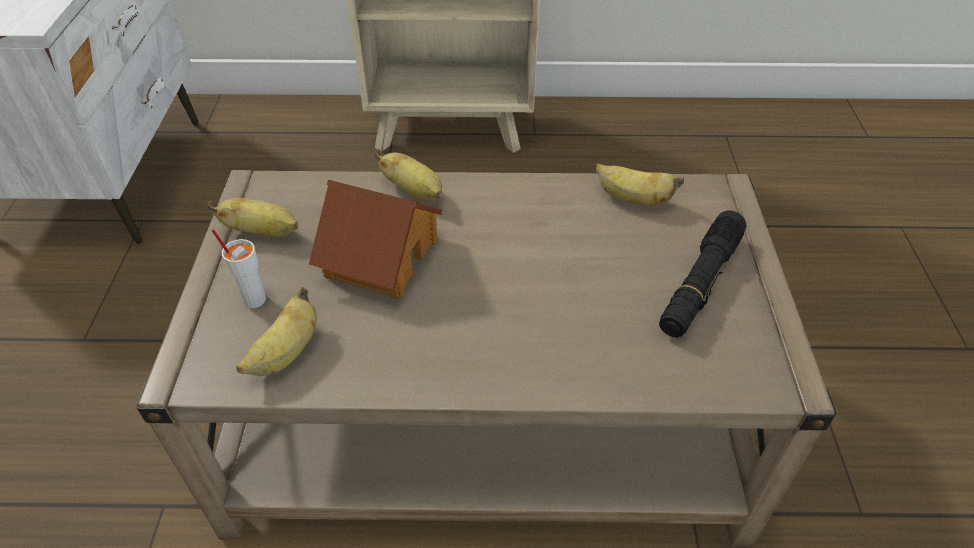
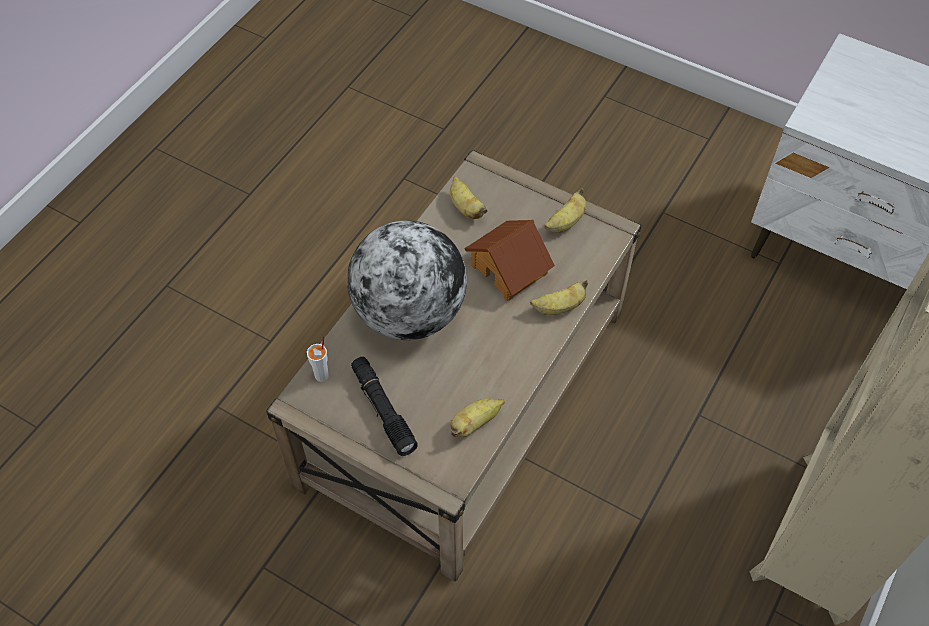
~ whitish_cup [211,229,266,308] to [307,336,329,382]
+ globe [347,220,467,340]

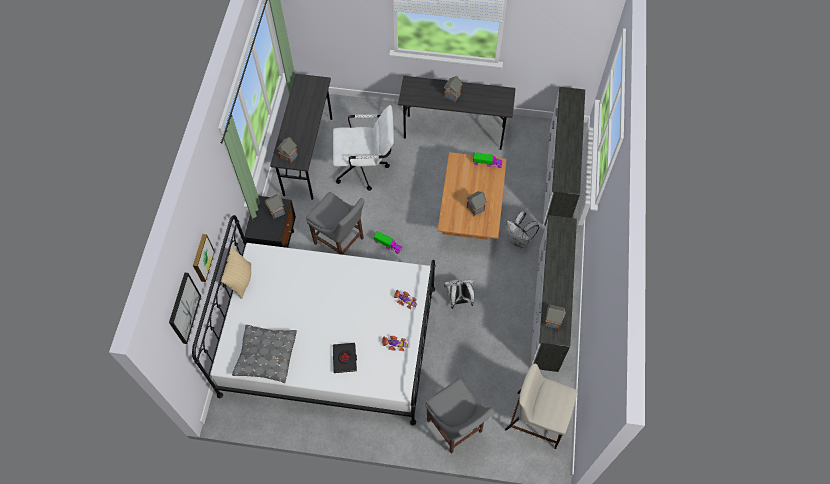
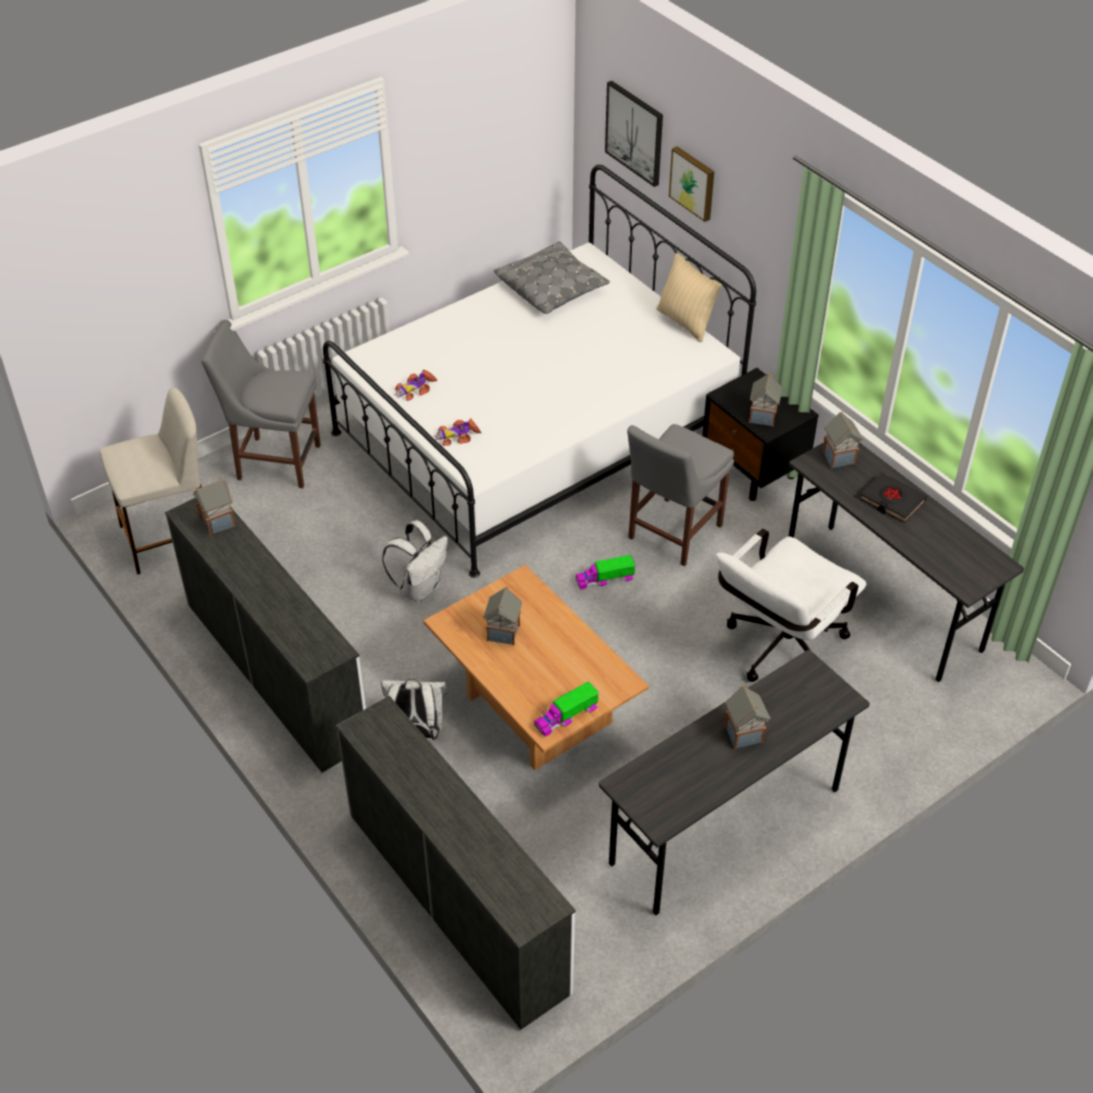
~ grey_chair [306,192,365,255] = [627,424,734,566] 45 degrees counterclockwise
~ black_volume [333,343,357,373] to [860,472,927,523]

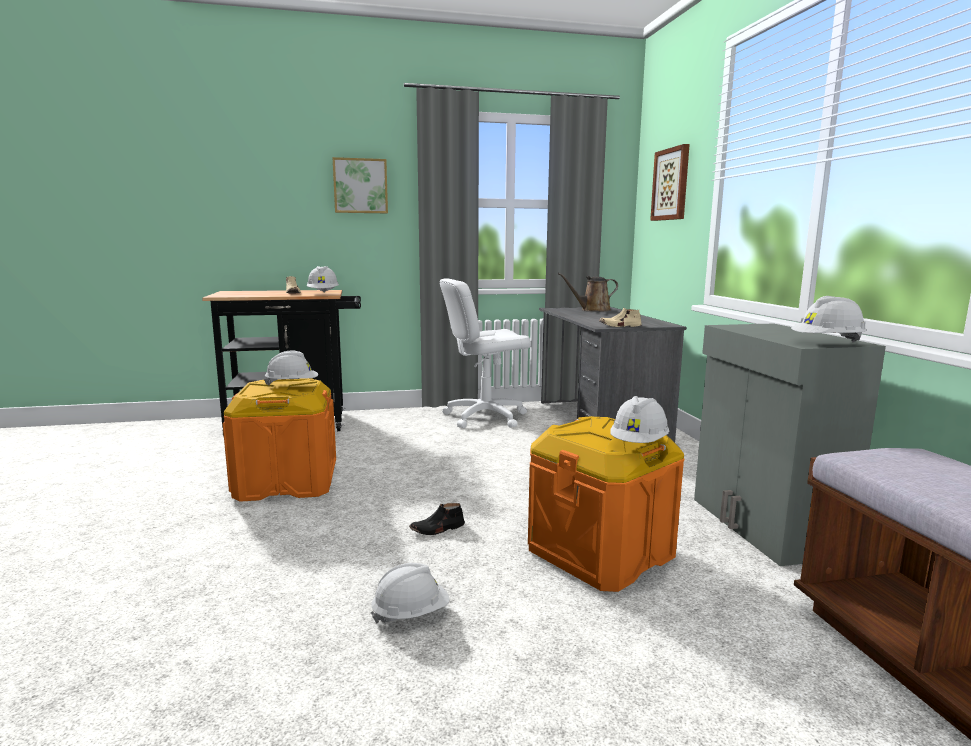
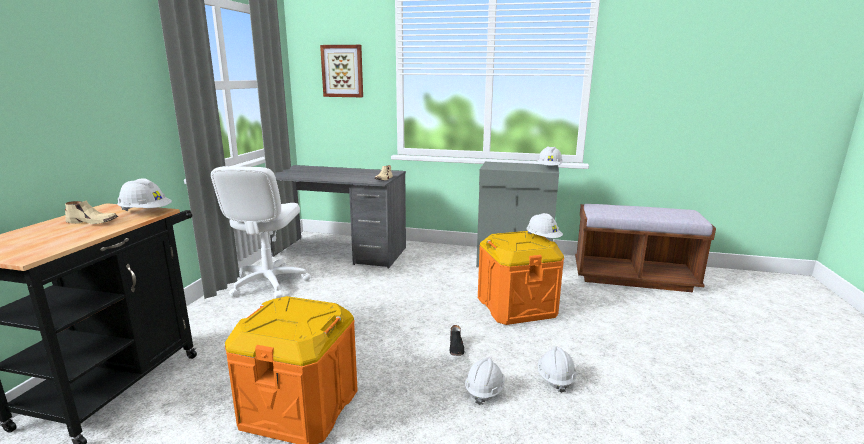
- wall_art [332,157,388,213]
- brownish_watering_can [558,273,618,311]
~ whitish_work_helmet [264,350,318,386] to [465,357,505,405]

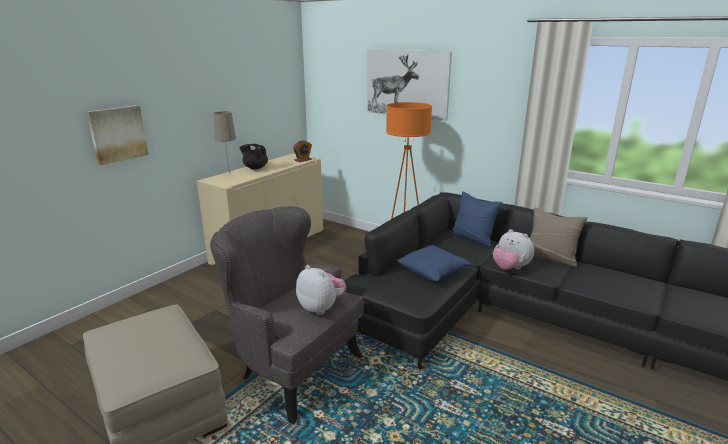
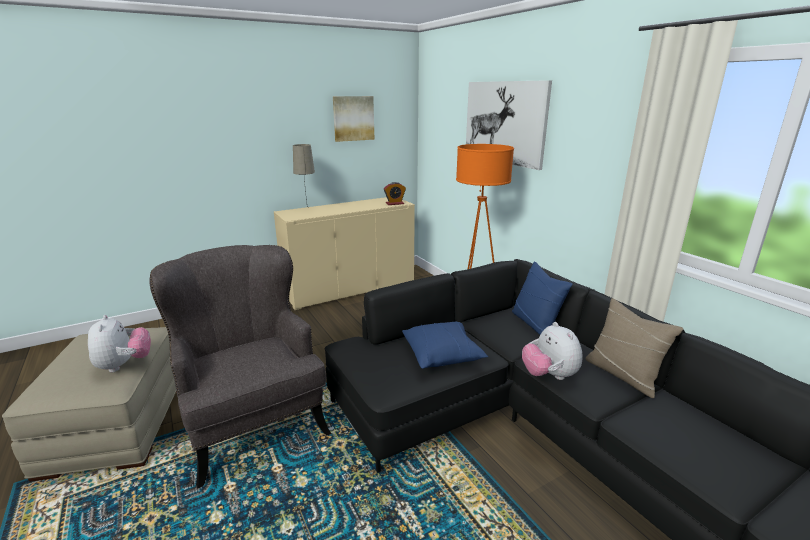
~ wall_art [86,105,149,165] to [333,96,375,142]
- black_tea_pot [239,144,268,169]
~ plush_toy [296,265,346,315] to [88,315,151,372]

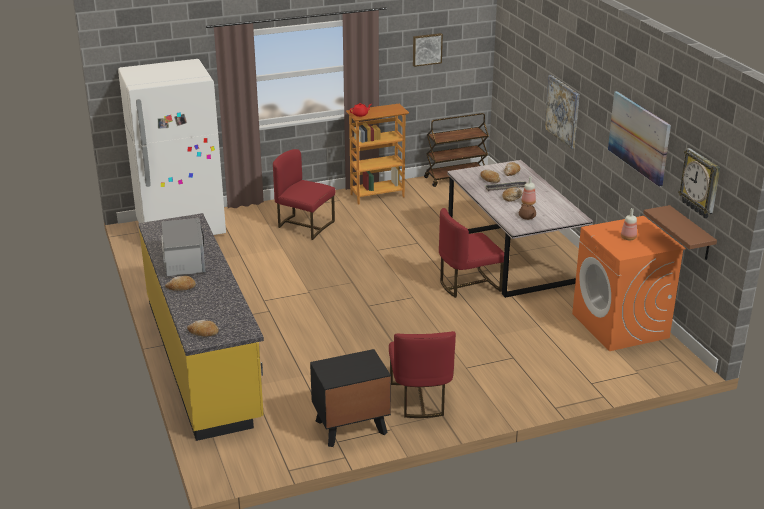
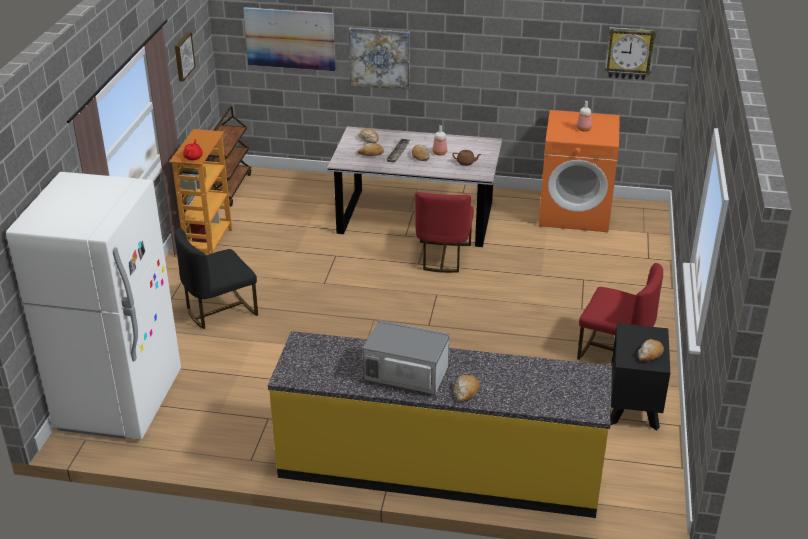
~ wall_art [608,91,671,187] to [243,7,335,71]
~ red_chair [273,149,336,240] to black_chair [174,228,258,329]
- brownish_bracket_shelf [643,205,717,260]
~ bread [187,320,219,337] to [638,339,664,361]

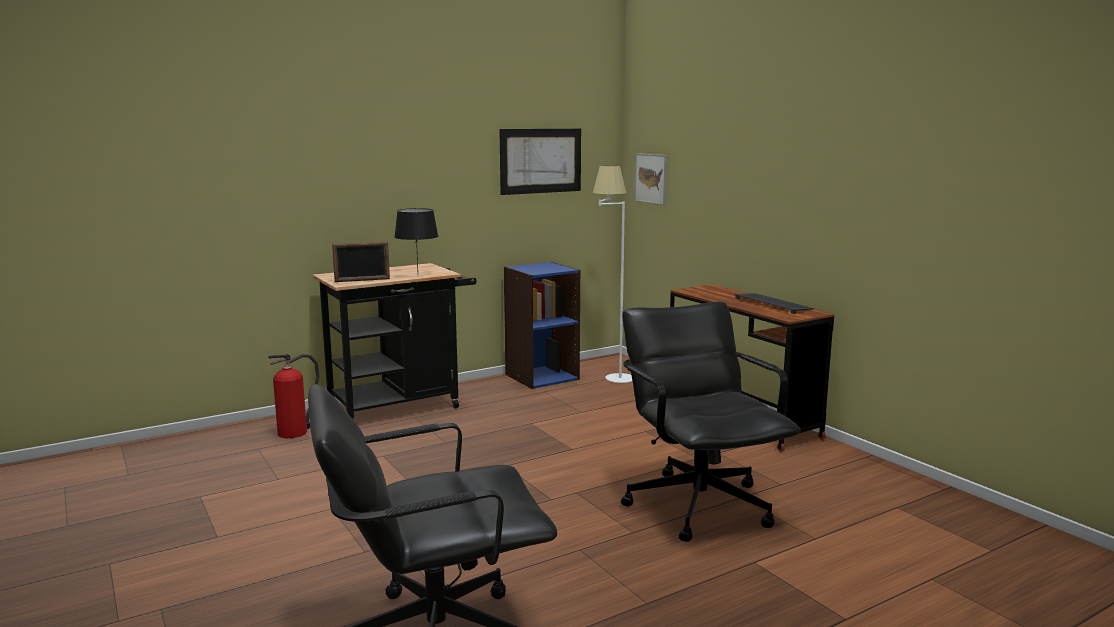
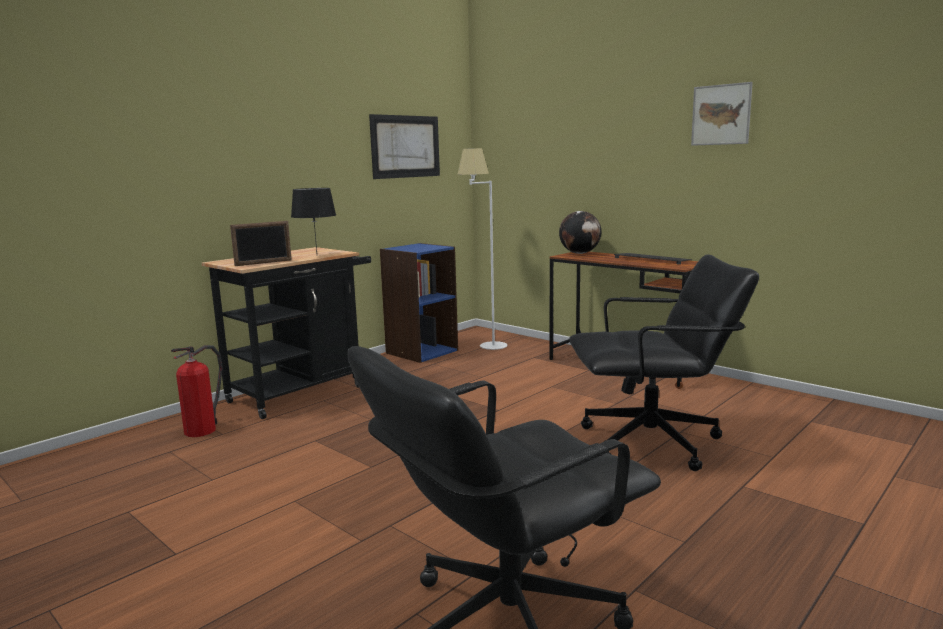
~ wall_art [634,153,667,205] to [691,82,753,146]
~ black_office_chair [621,302,801,542] = [569,254,759,471] 120 degrees clockwise
+ globe [559,211,601,254]

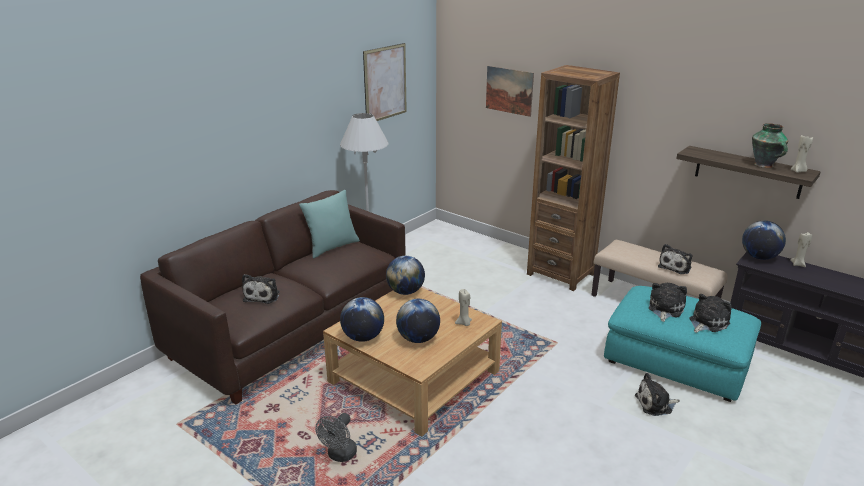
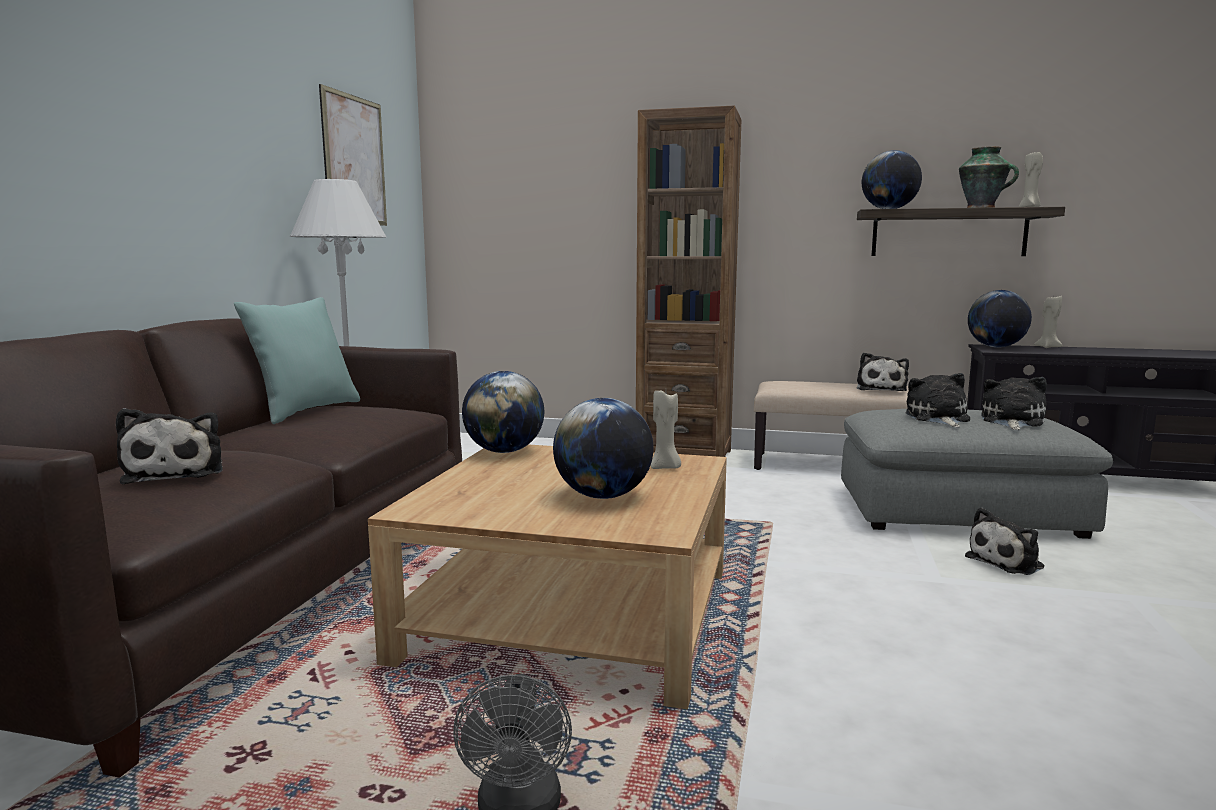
- wall_art [486,66,534,117]
~ turquoise_pouffe [604,286,761,402] to grey_pouffe [841,409,1113,539]
~ globe [340,297,384,342] to [862,150,922,209]

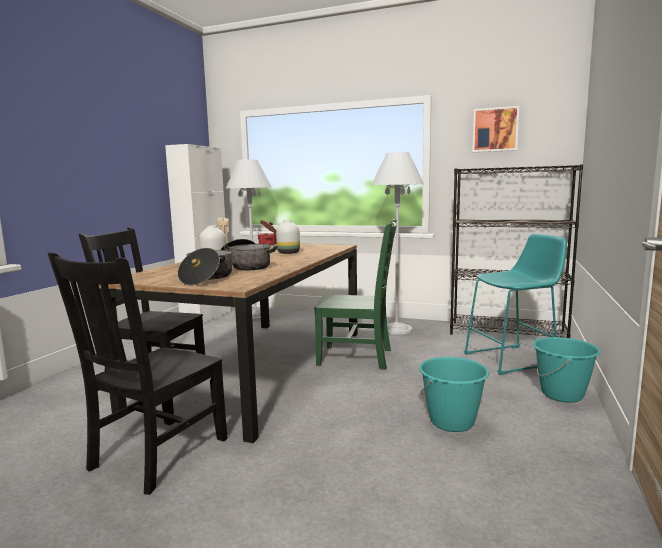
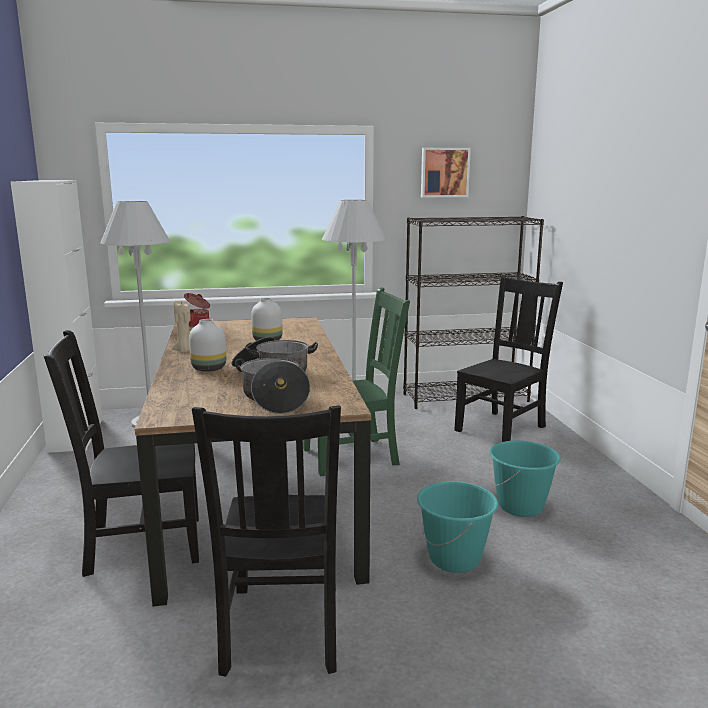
~ turquoise_stool_seat [464,234,567,375] to black_chair [454,275,563,442]
~ turquoise_pail [533,337,601,403] to [417,481,498,573]

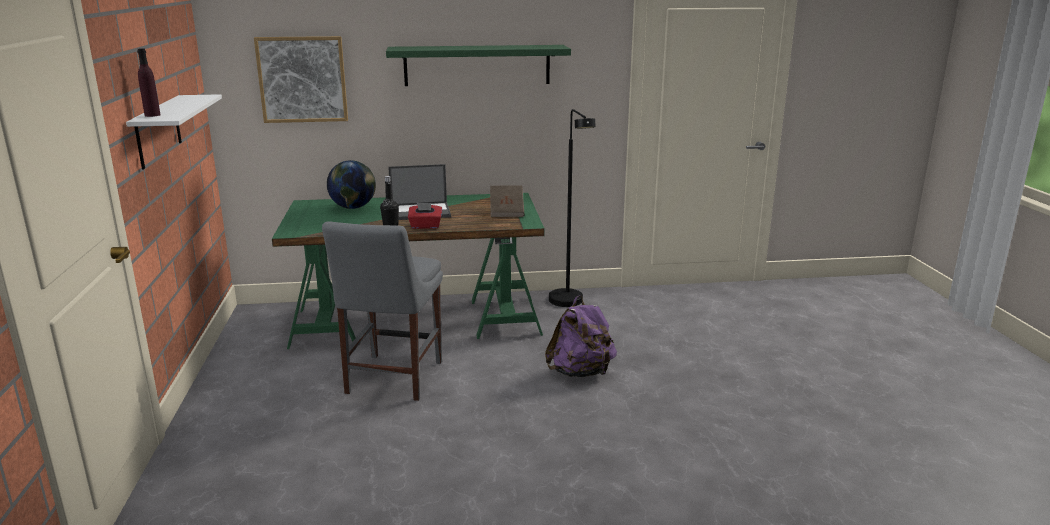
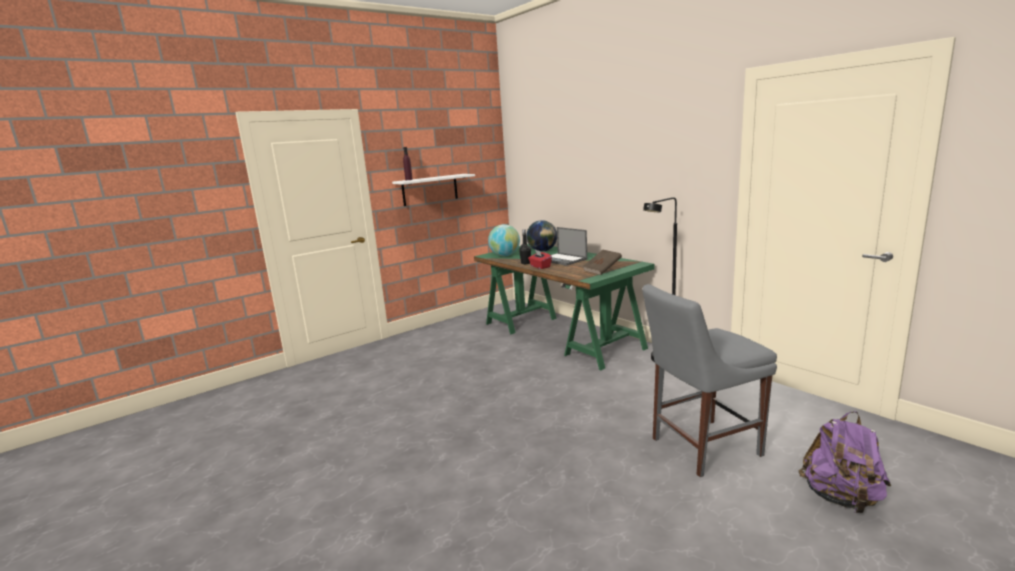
- wall_art [254,36,348,123]
- green-coloured_bracket_shelf [386,45,571,86]
~ grey_chair [322,221,443,401] to [642,284,777,477]
~ purplish_backpack [545,295,617,377] to [798,411,891,513]
+ globe [488,224,520,256]

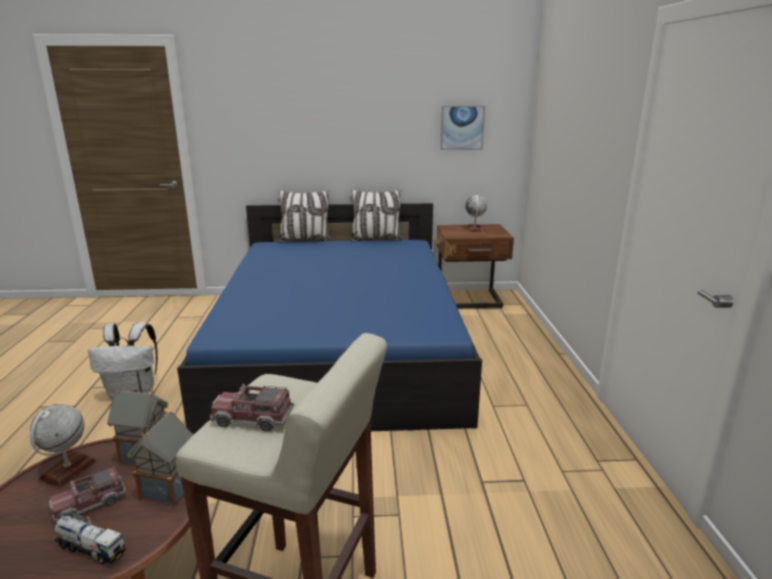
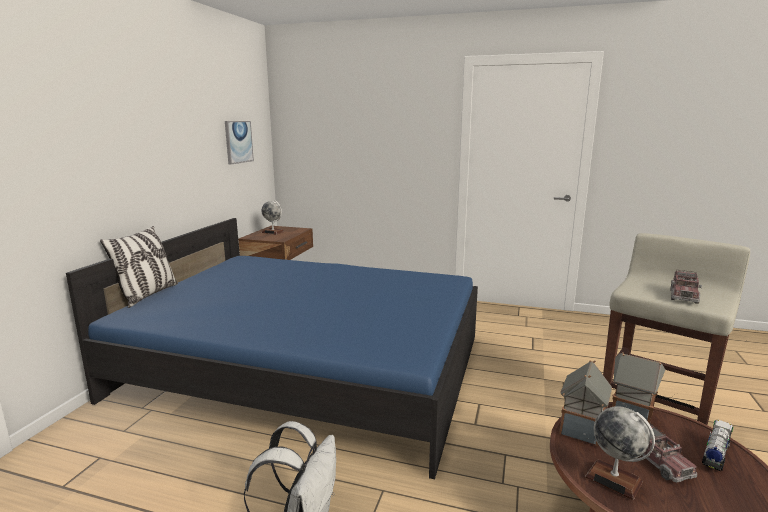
- throw_pillow [351,189,402,241]

